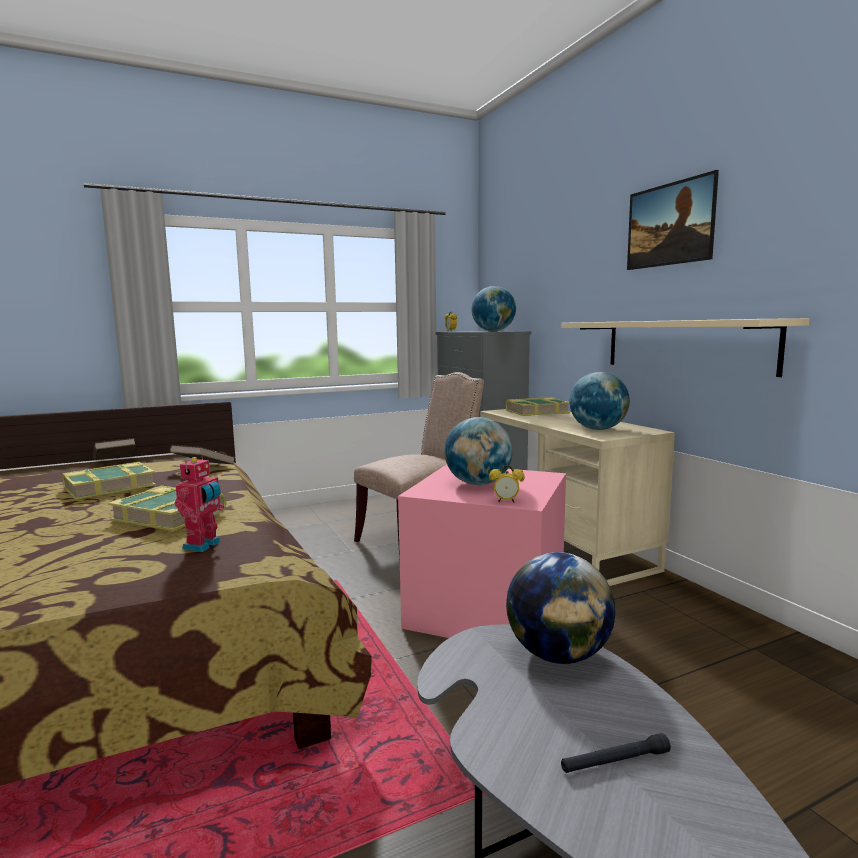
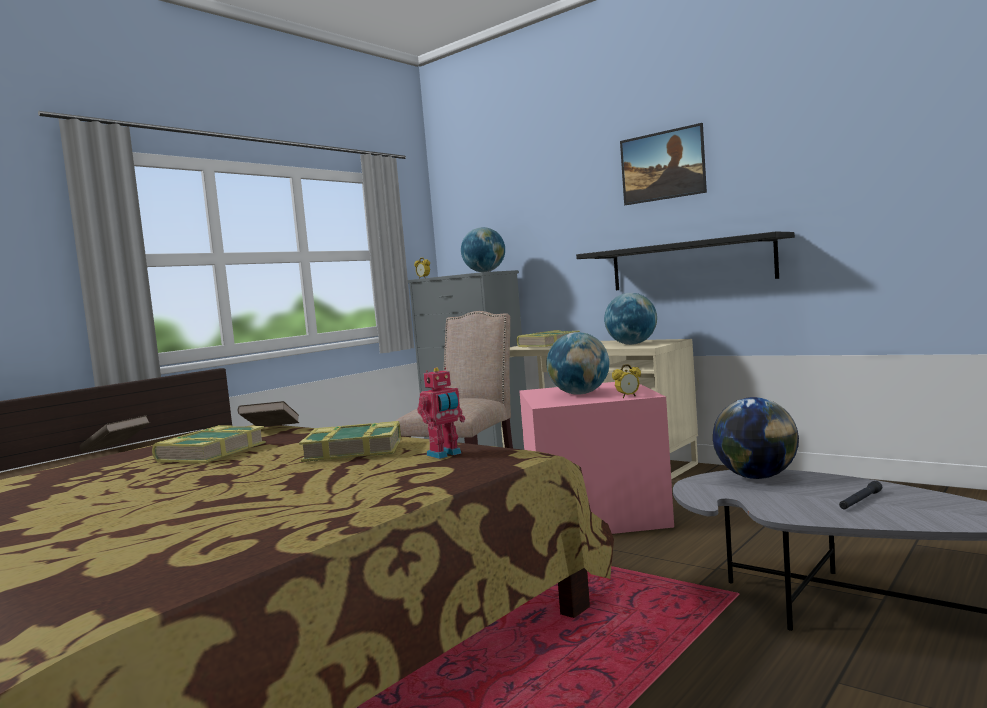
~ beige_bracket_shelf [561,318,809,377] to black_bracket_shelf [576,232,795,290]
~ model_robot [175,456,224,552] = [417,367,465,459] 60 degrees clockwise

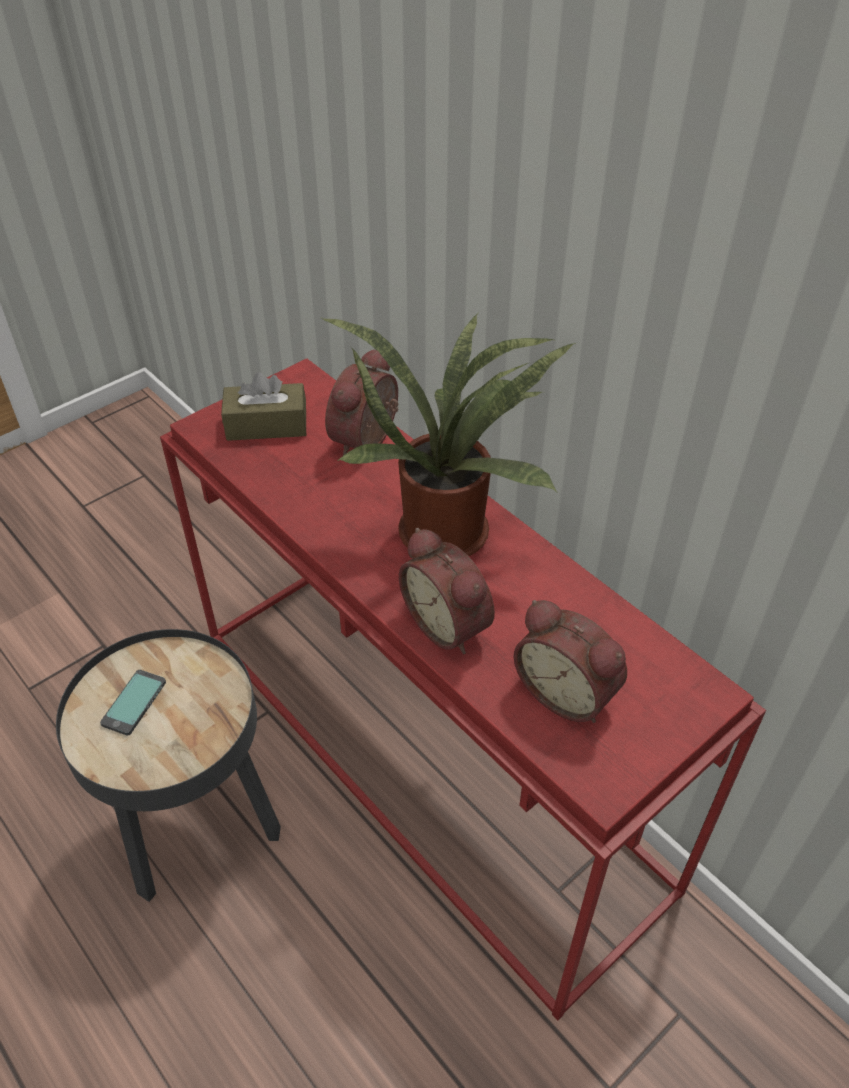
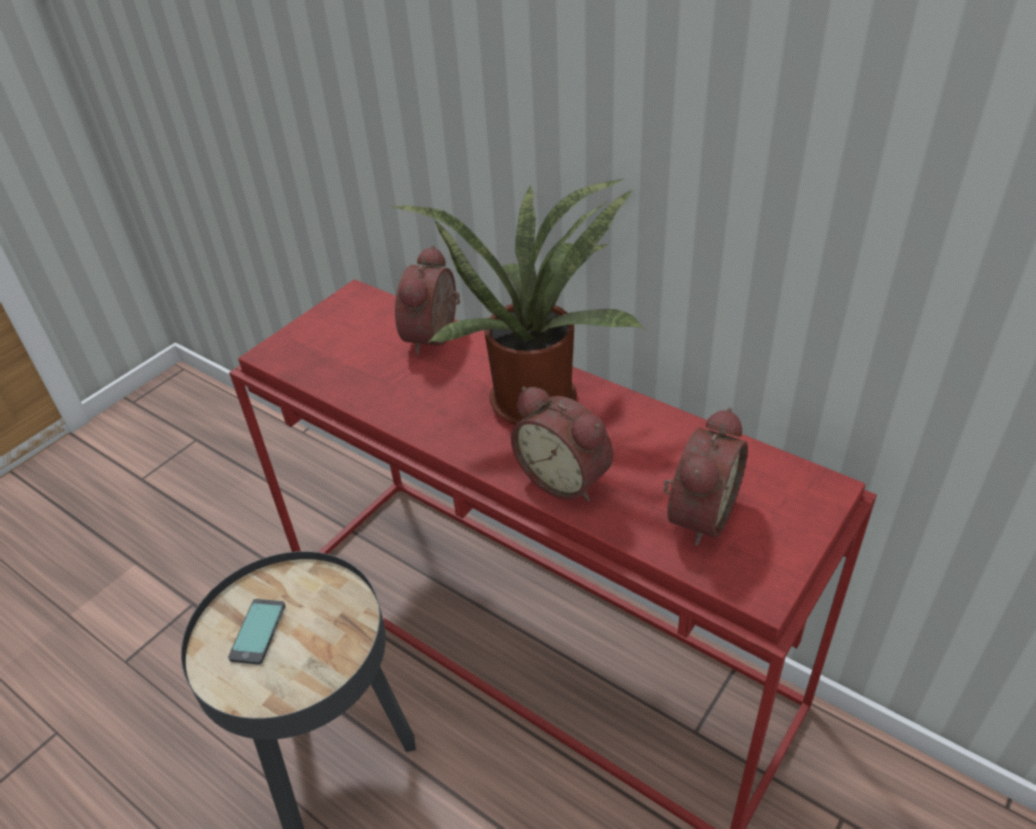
- brownish_box_of_tissues [221,372,306,441]
~ table_clock [514,600,627,723] = [663,408,748,546] 90 degrees counterclockwise

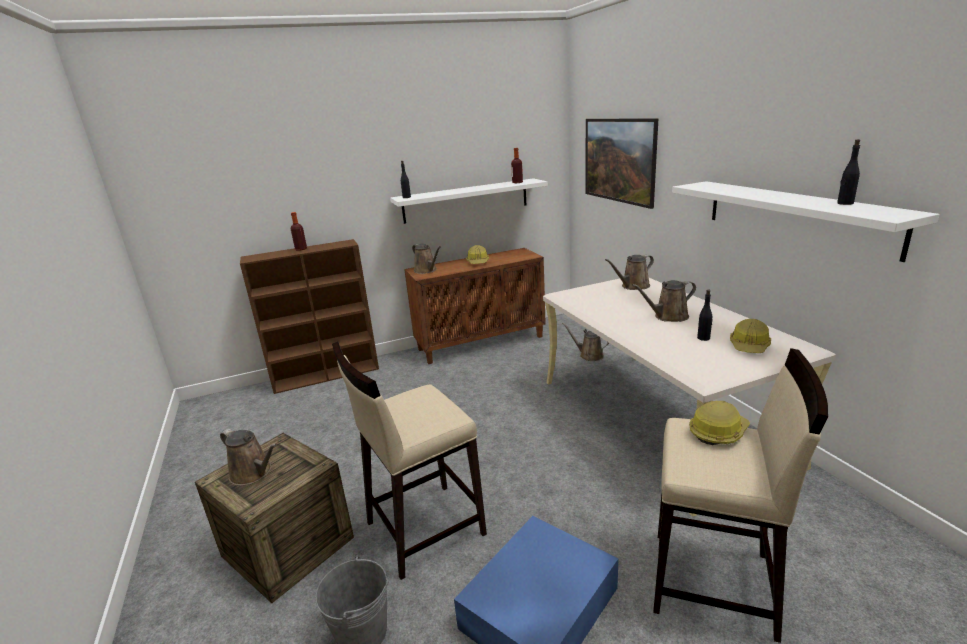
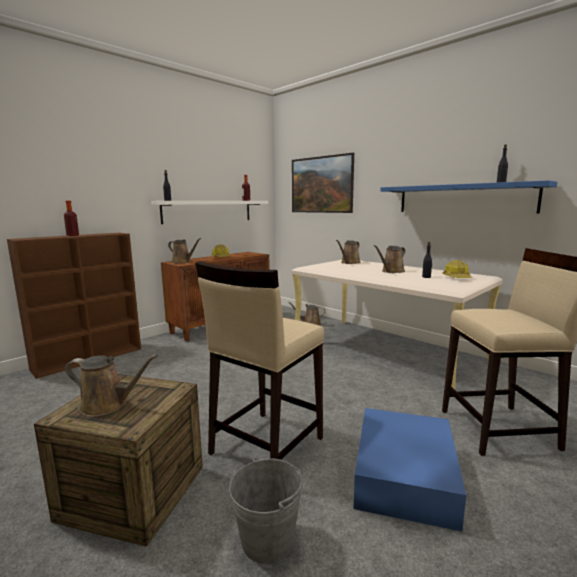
~ whitish_bracket_shelf [672,181,940,262] to blue-coloured_bracket_shelf [380,180,558,213]
- work_helmet [689,401,750,445]

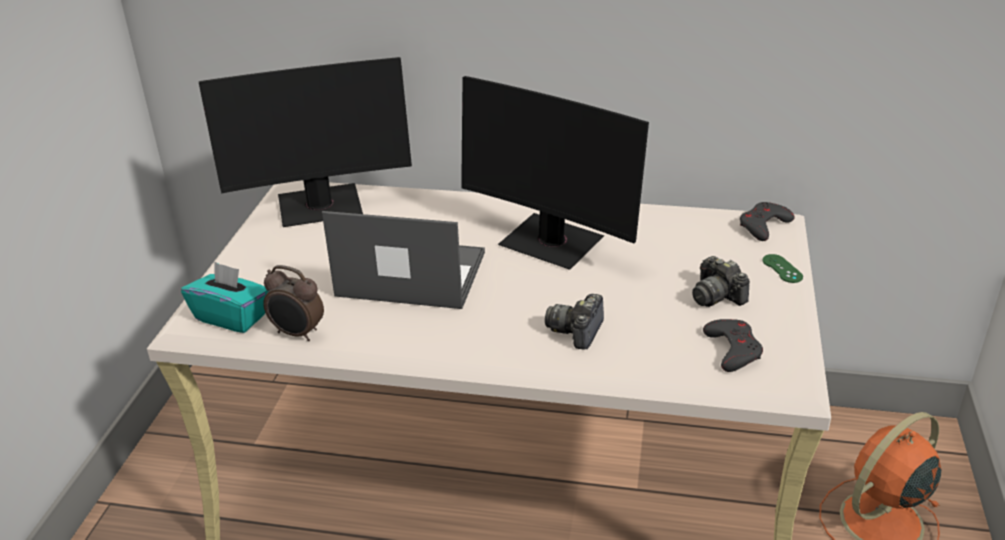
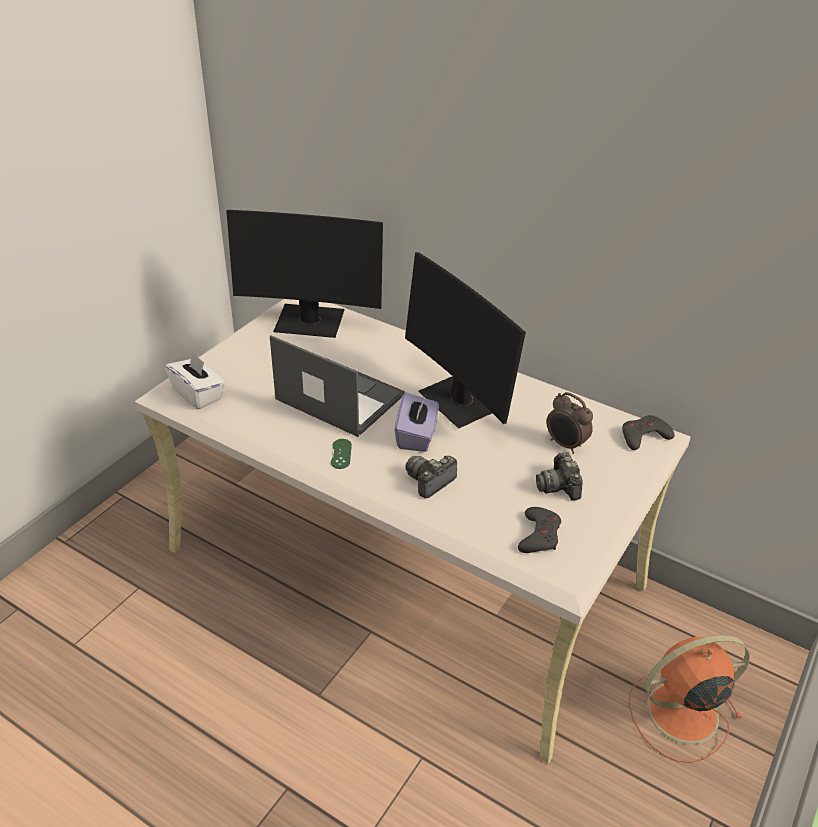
~ green-coloured_game_controller [762,254,803,283] to [331,439,352,469]
~ turquoise_box_of_tissues [181,261,269,333] to whitish_box_of_tissues [165,352,225,409]
~ table_clock [263,265,324,341] to [547,392,593,454]
+ purplish_box_of_tissues [395,393,439,452]

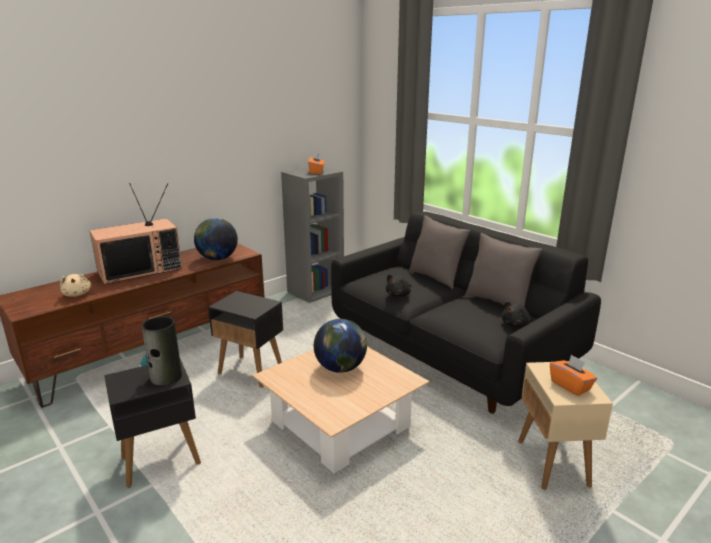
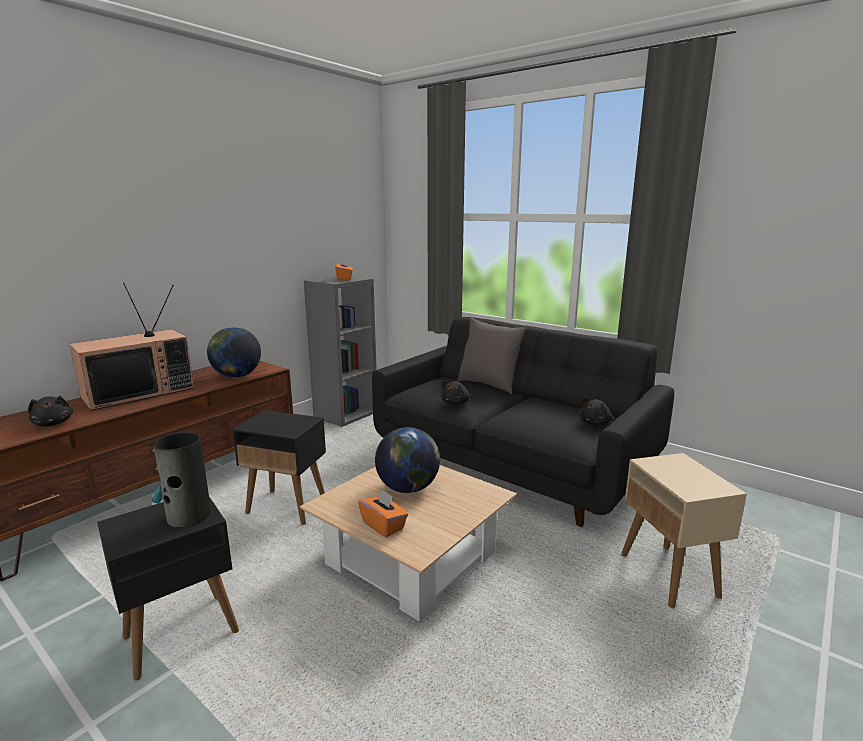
- grey_throw_pillow [465,233,543,308]
~ beige_plush_toy [60,274,91,297] to black_plush_toy [28,396,73,426]
~ orange-coloured_box_of_tissues [550,354,597,396] to [358,489,408,537]

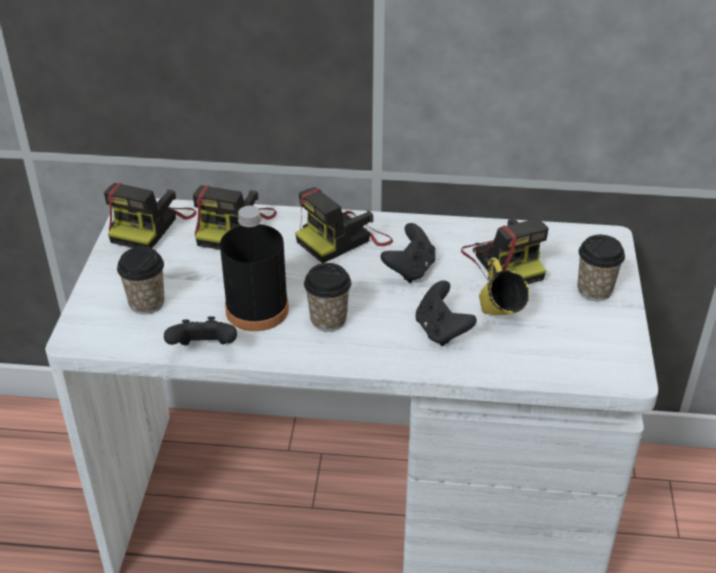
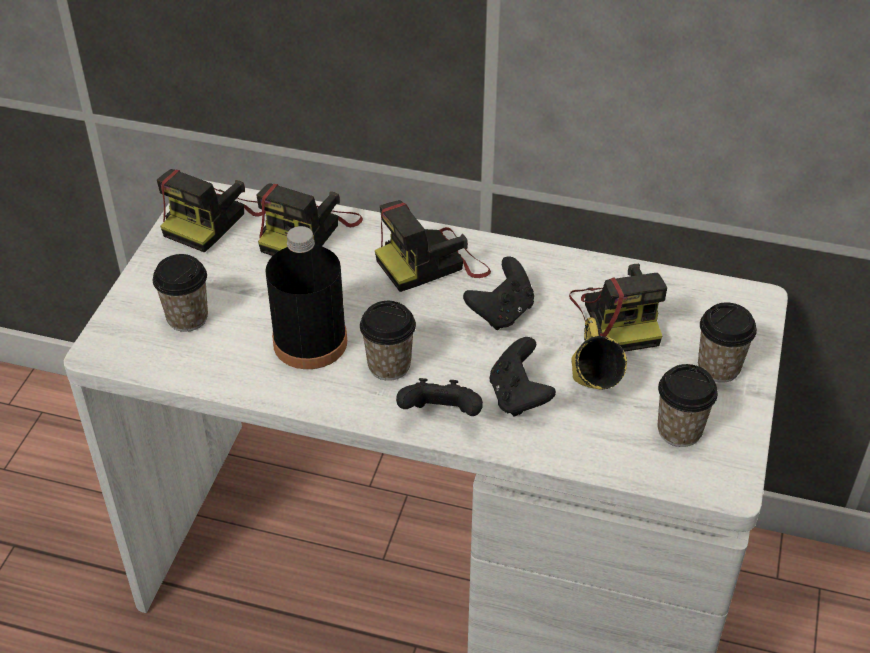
~ black_game_controller [164,316,237,346] to [396,378,483,416]
+ cup [658,364,718,447]

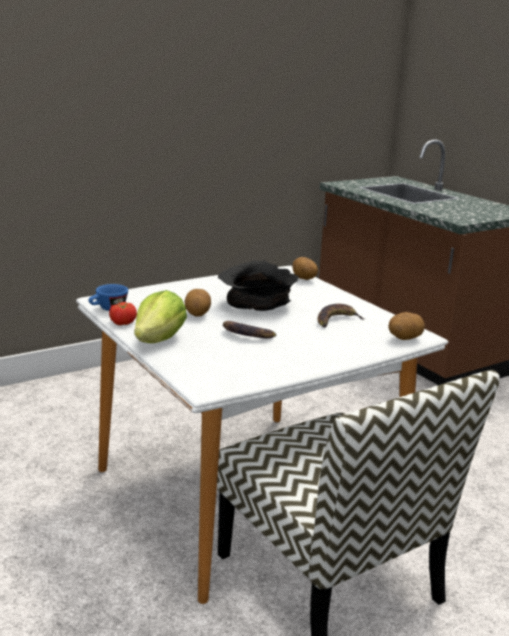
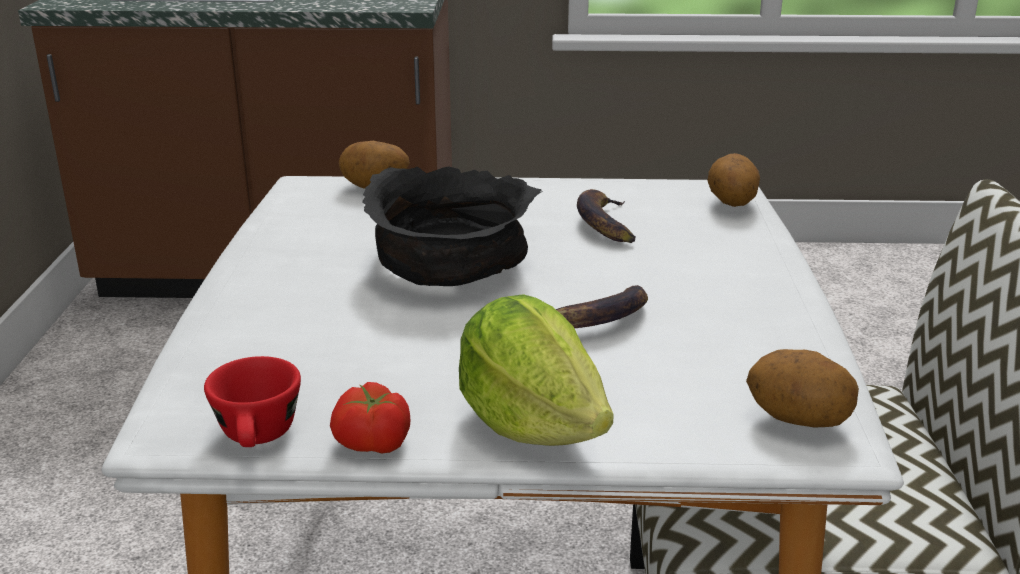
~ blue-coloured_cup [89,284,128,311] to red_cup [204,356,301,447]
~ potato [185,289,211,316] to [746,349,859,427]

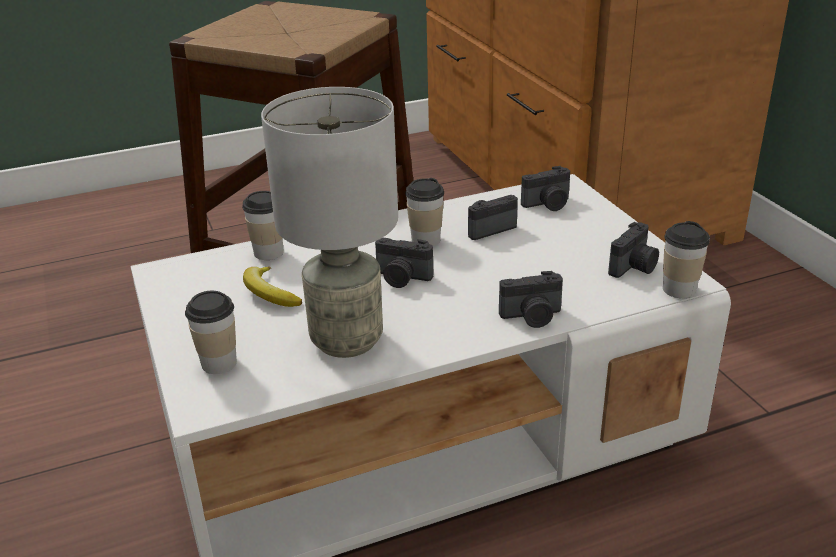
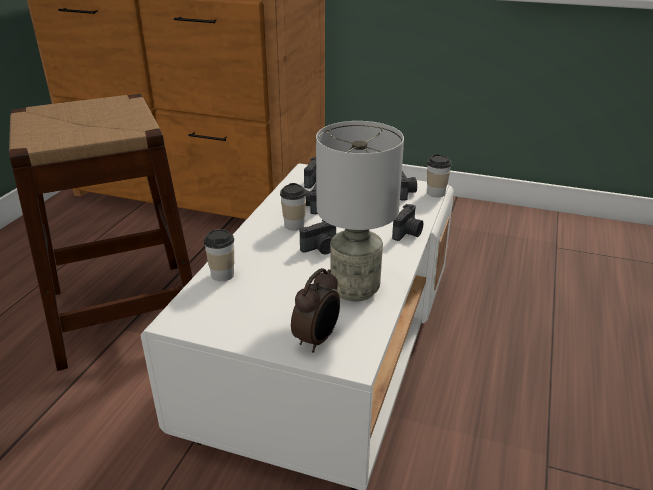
- whole_banana [243,266,302,307]
~ cup [185,291,237,374] to table_clock [291,268,340,353]

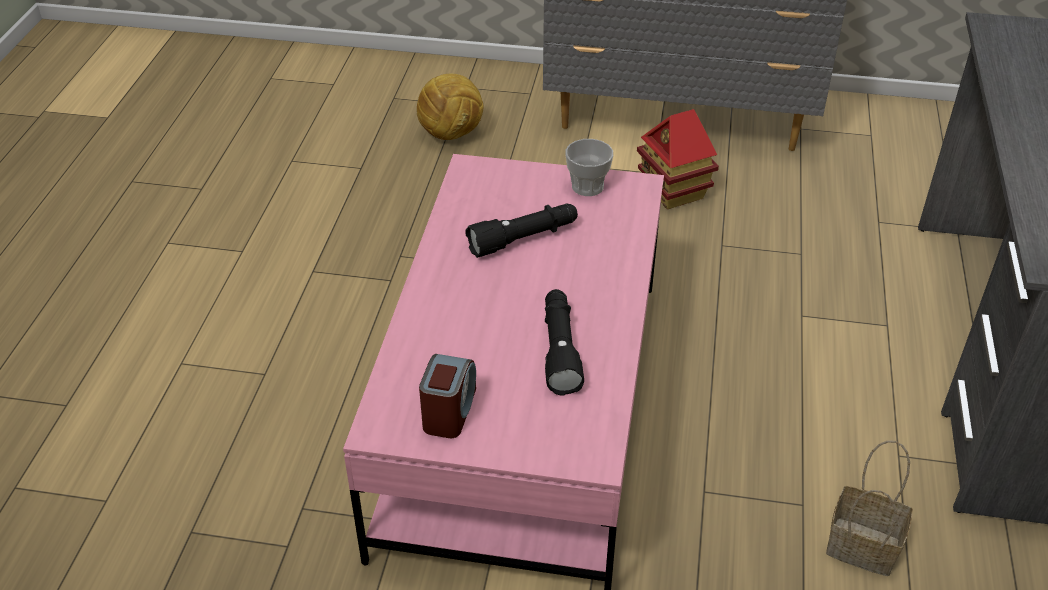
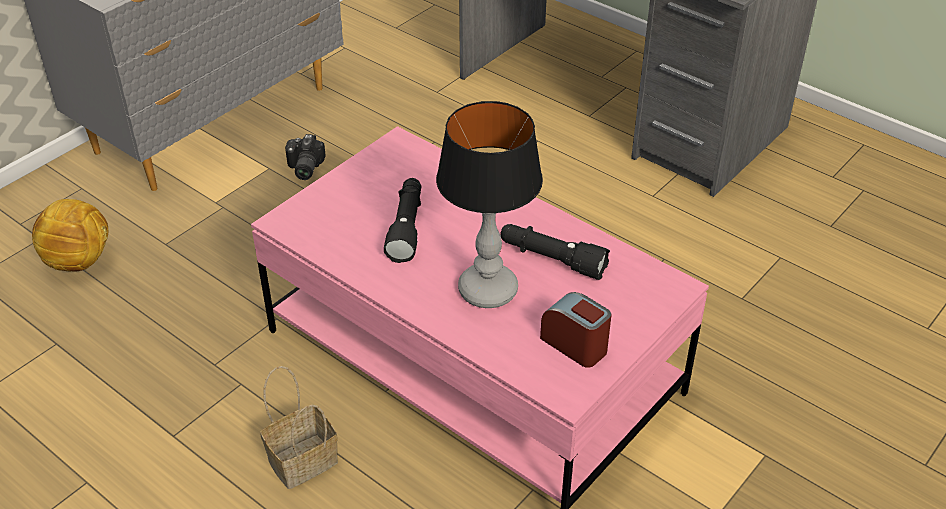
~ miniature_house [637,109,719,209] to photo_camera [285,134,326,180]
- cup [565,139,613,196]
~ household_basket [826,440,913,576] to [260,366,338,489]
+ table_lamp [436,101,543,308]

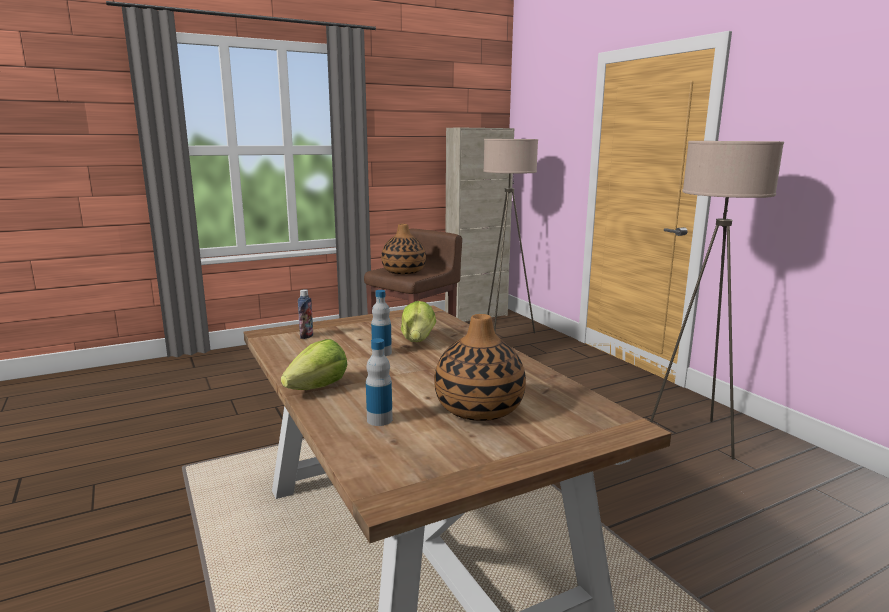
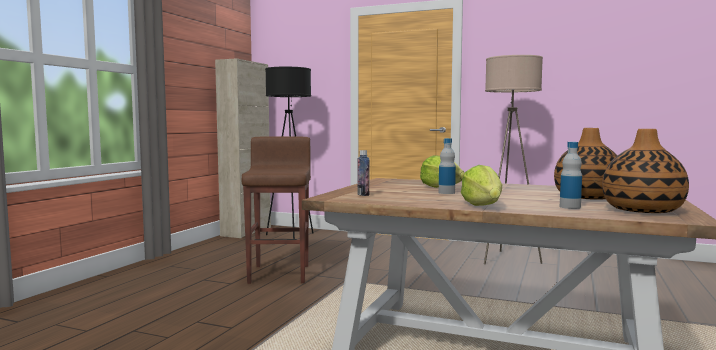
~ beige_standing_lamp [483,139,538,333] to black_standing_lamp [265,67,313,239]
~ flower_vase [381,224,426,274] to [602,129,689,213]

